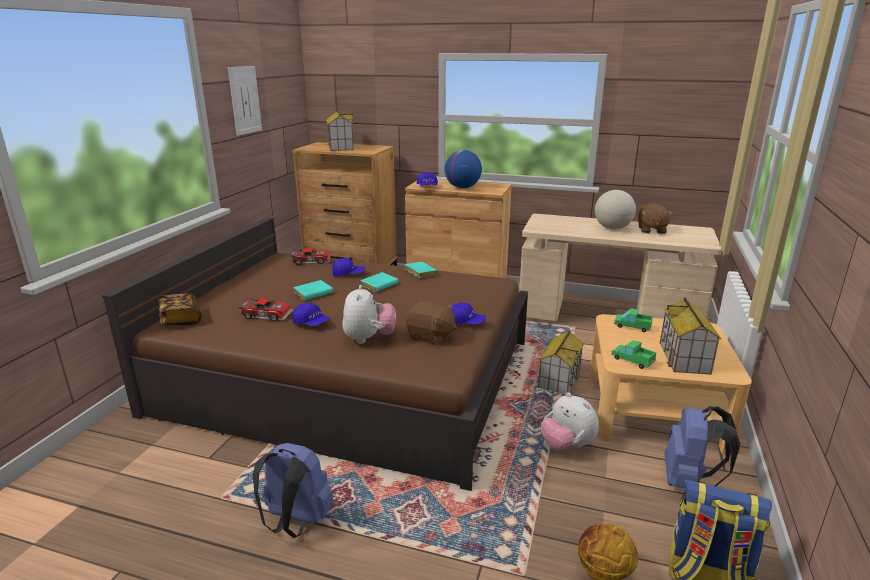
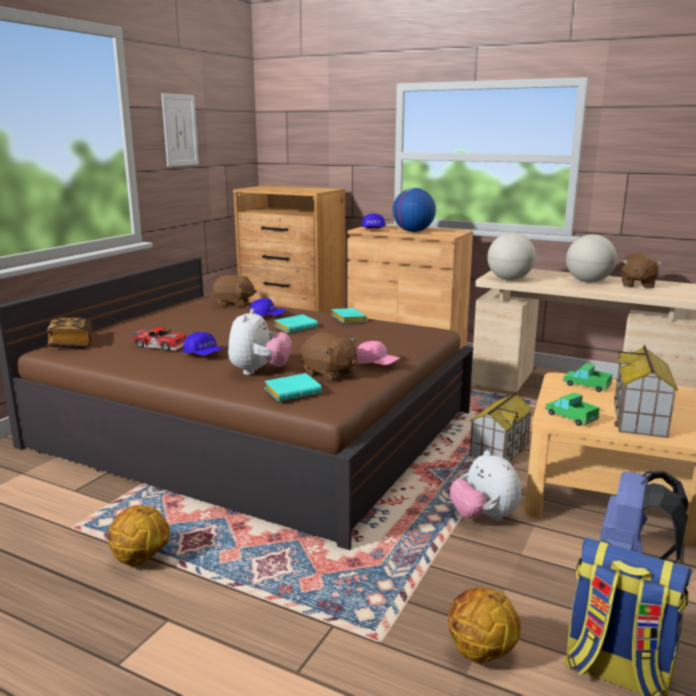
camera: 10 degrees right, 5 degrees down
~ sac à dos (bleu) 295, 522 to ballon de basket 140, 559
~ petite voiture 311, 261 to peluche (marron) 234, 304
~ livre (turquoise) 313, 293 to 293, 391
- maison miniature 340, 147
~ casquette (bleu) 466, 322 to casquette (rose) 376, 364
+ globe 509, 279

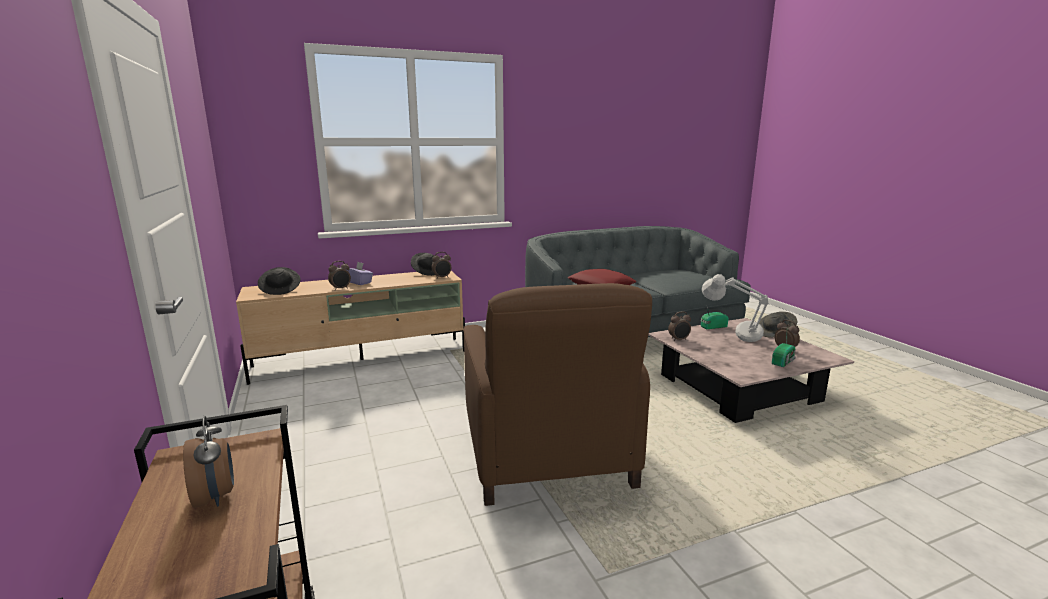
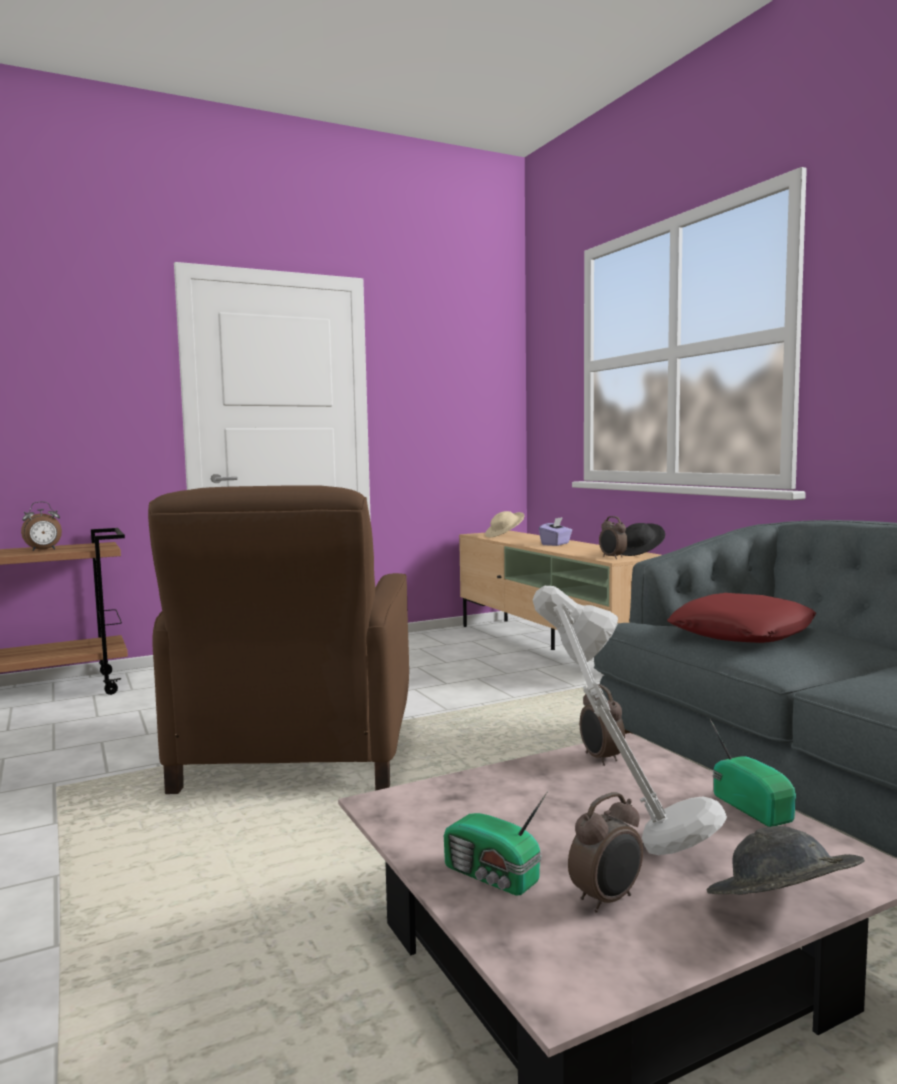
camera: 85 degrees right, 10 degrees down
~ chapeau (noir) 281, 290 to chapeau (beige) 504, 535
- réveil 341, 289
~ fauteuil (marron) 548, 456 = 296, 754 75 degrees counterclockwise

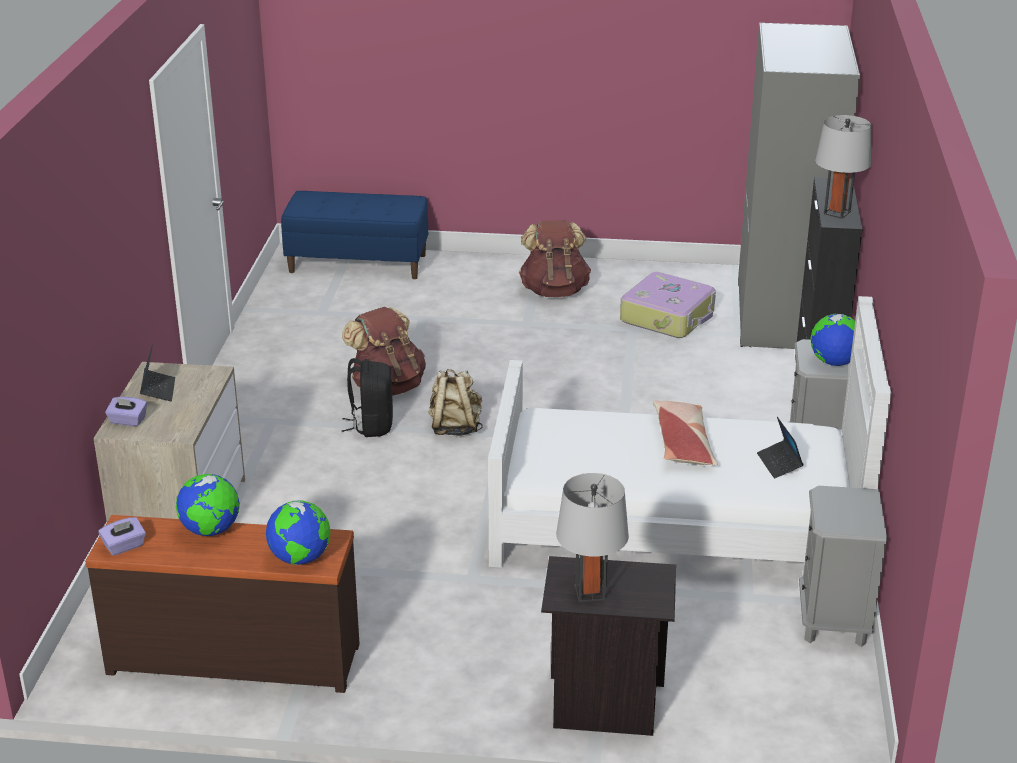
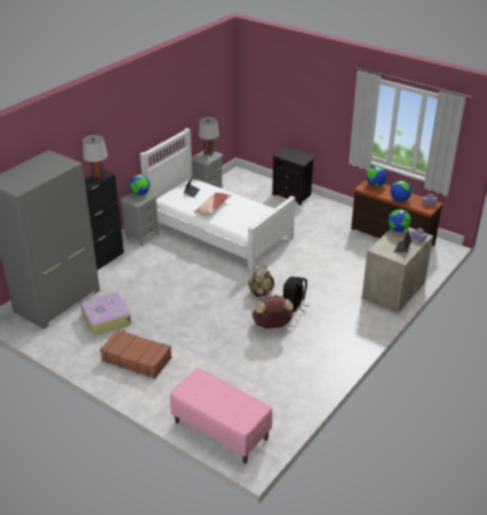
camera: 150 degrees left, 5 degrees up
~ banc (bleu) 358, 263 to banc (rose) 220, 430
~ sac à dos (marron) 554, 291 to valise (marron) 136, 359
~ lampe de table (gris) 590, 592 to 209, 153
+ globe 398, 230

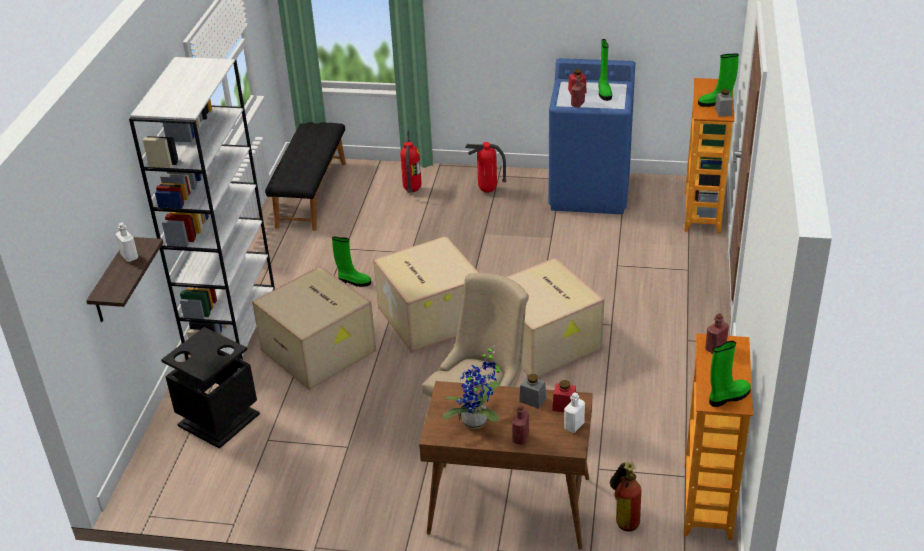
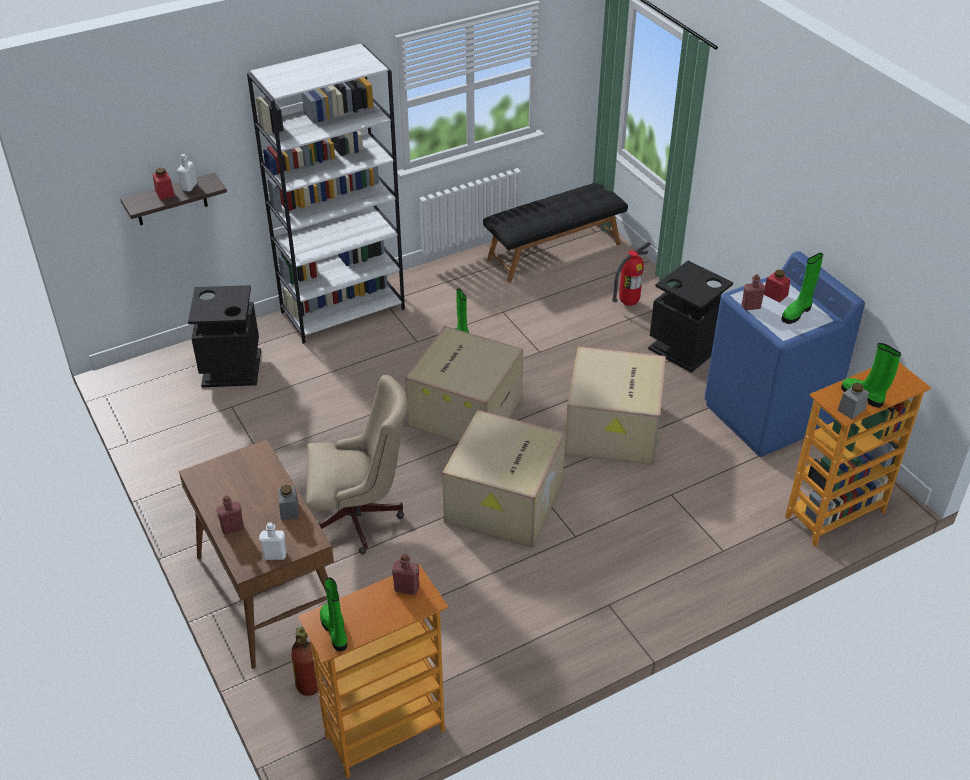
camera: 50 degrees right, 5 degrees up
~ carton 320, 350 to 614, 430
- plante en pot 477, 423
~ extincteur 487, 191 to poubelle (noir) 684, 348
~ bocal (rouge) 564, 406 to 165, 193
~ botte (vert) 728, 397 = 335, 631 135 degrees counterclockwise

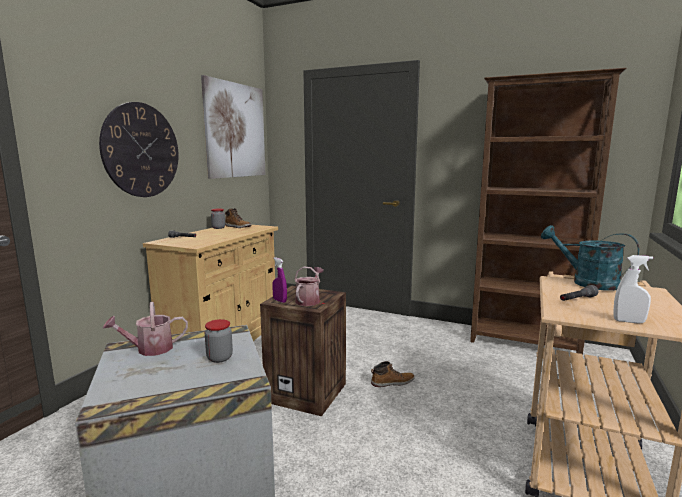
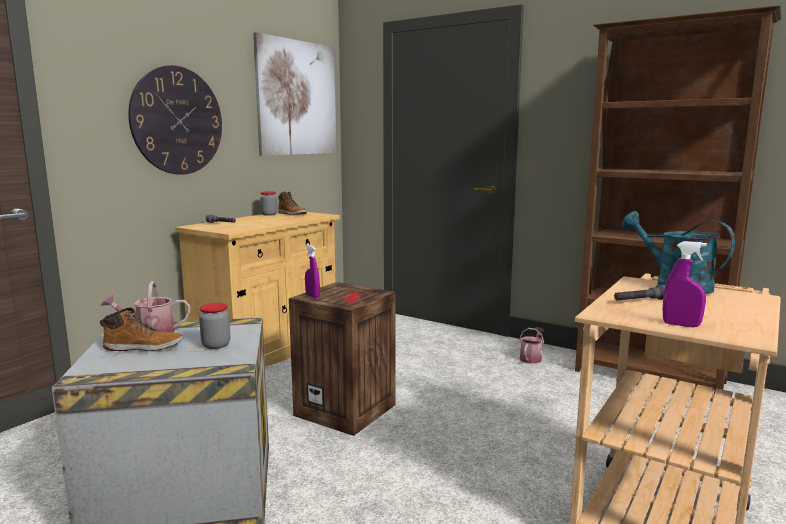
camera: 10 degrees right, 0 degrees up
~ arrosoir 309, 300 to 531, 358
~ botte 392, 382 to 144, 347
~ vaporisateur (blanc) 629, 321 to vaporisateur (violet) 681, 325

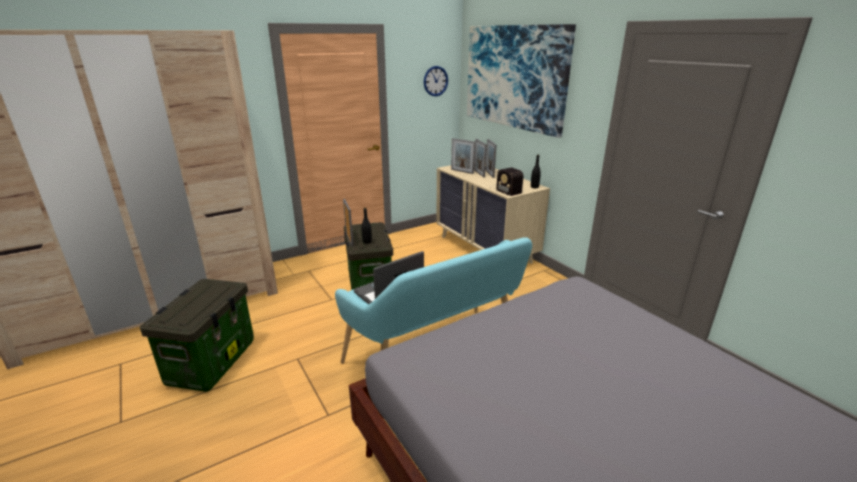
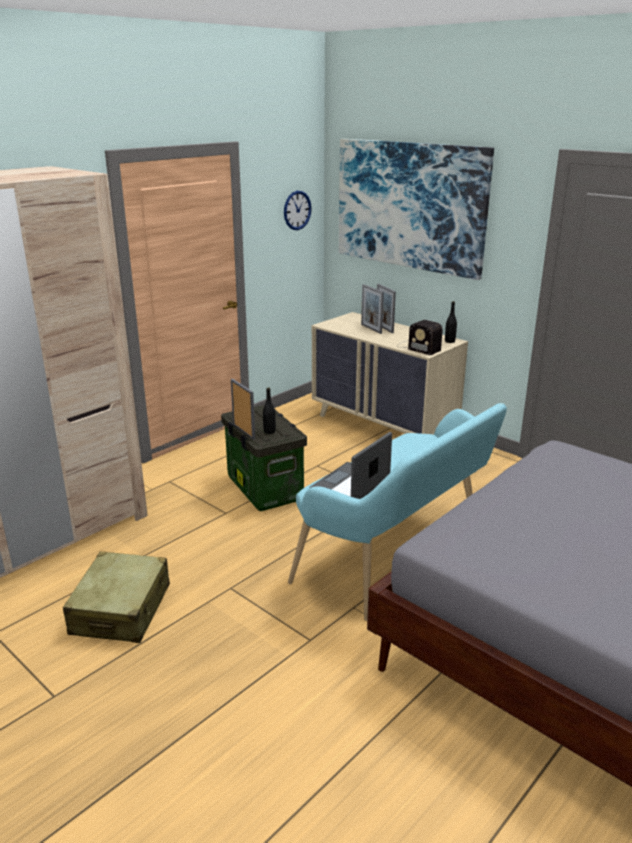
camera: 15 degrees left, 0 degrees up
~ boîte de rangement 212, 361 to valise (beige) 121, 609
- cadre photo 462, 171

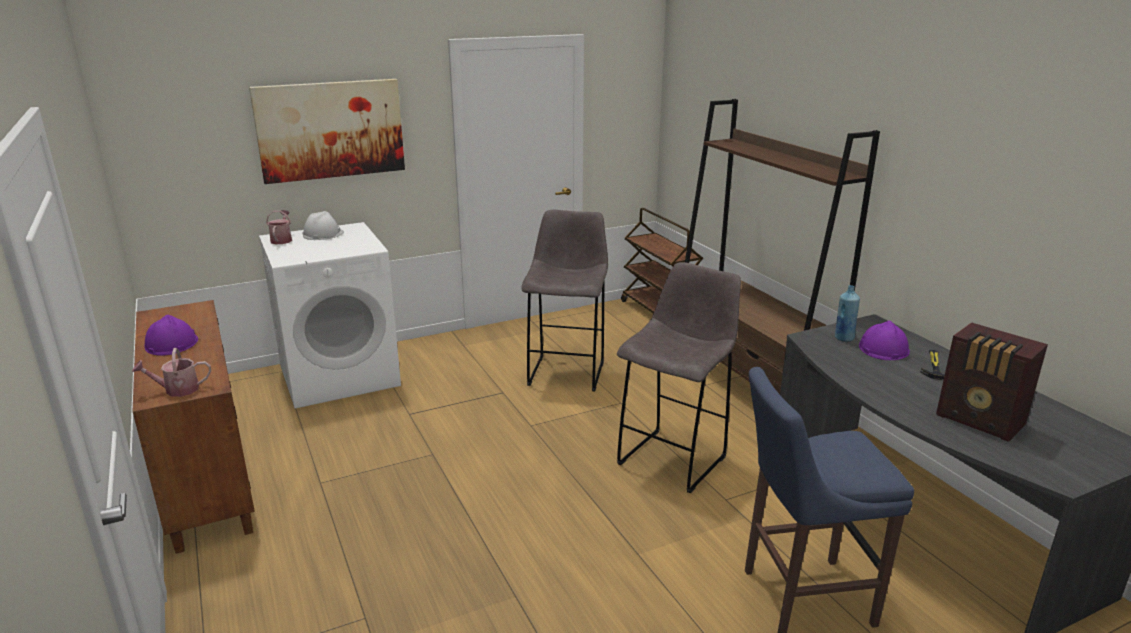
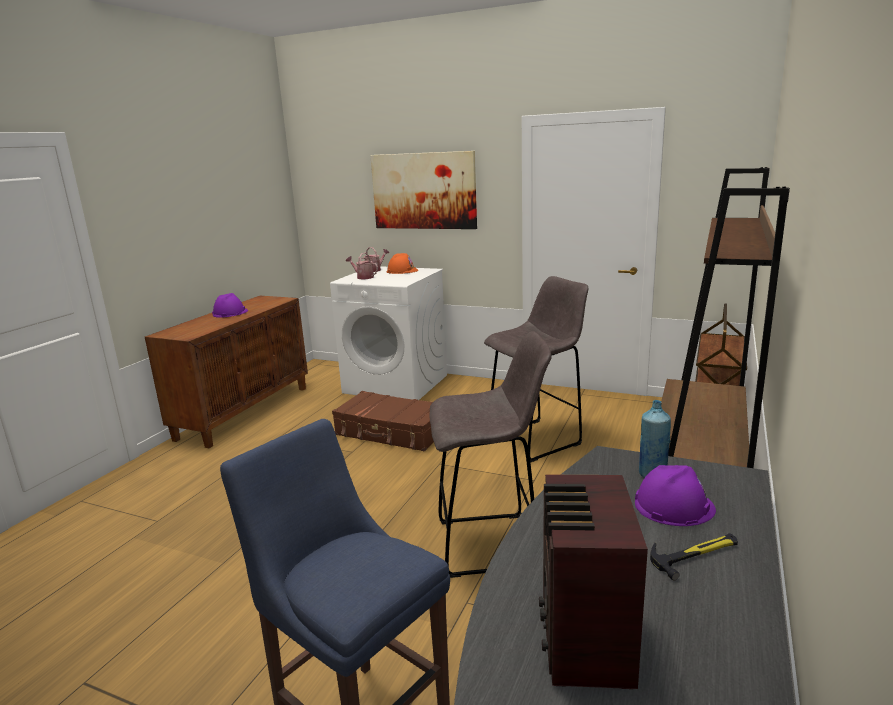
camera: 50 degrees right, 5 degrees down
~ arrosoir 177, 390 to 363, 277
~ casque de chantier (blanc) 323, 234 to casque de chantier (orange) 402, 271
+ valise (marron) 392, 432

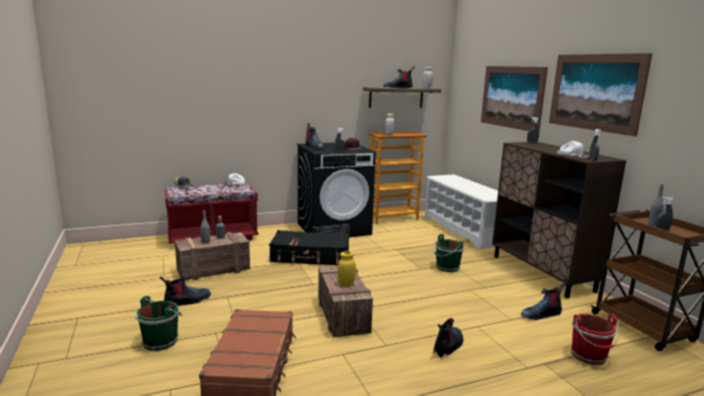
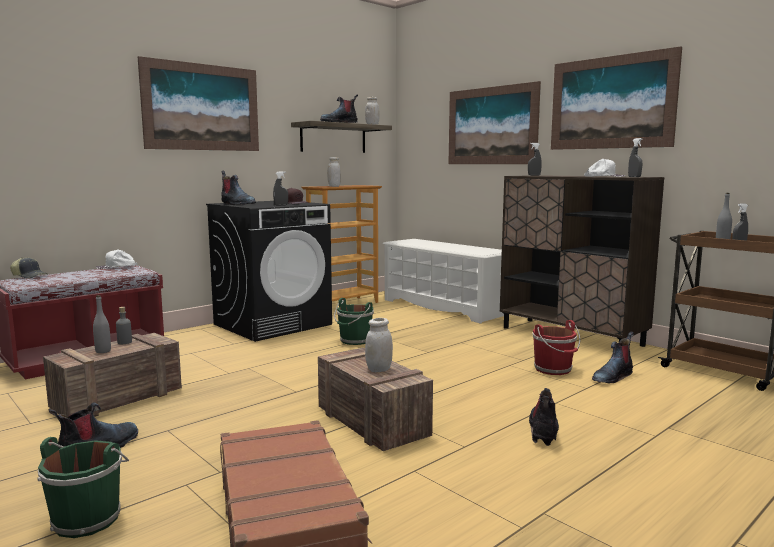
camera: 20 degrees left, 5 degrees down
- valise (noir) 310, 257
~ bocal (jaune) 346, 284 to bocal (blanc) 379, 369
~ seau (vert) 447, 267 to 354, 341
~ seau (rouge) 589, 356 to 554, 369
+ tableau 202, 107

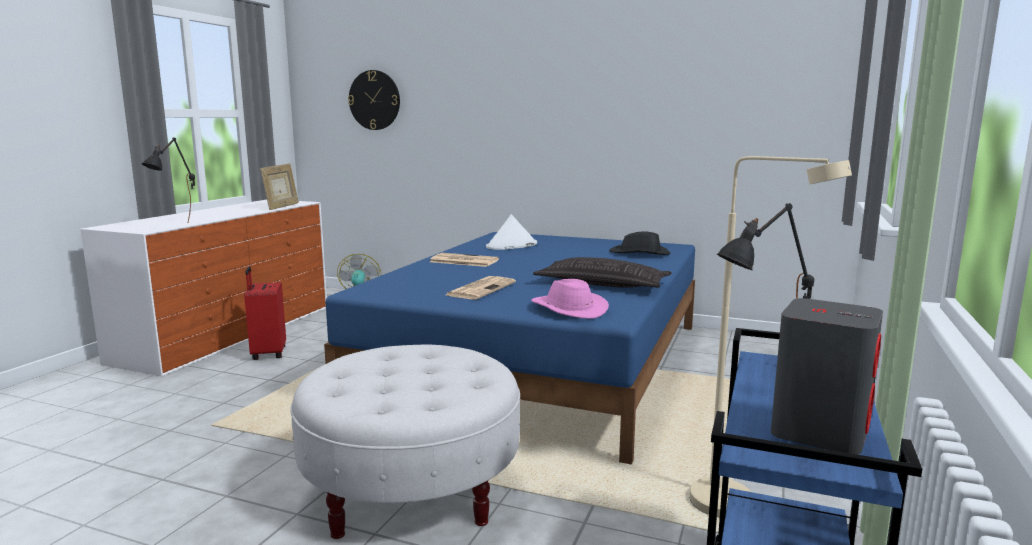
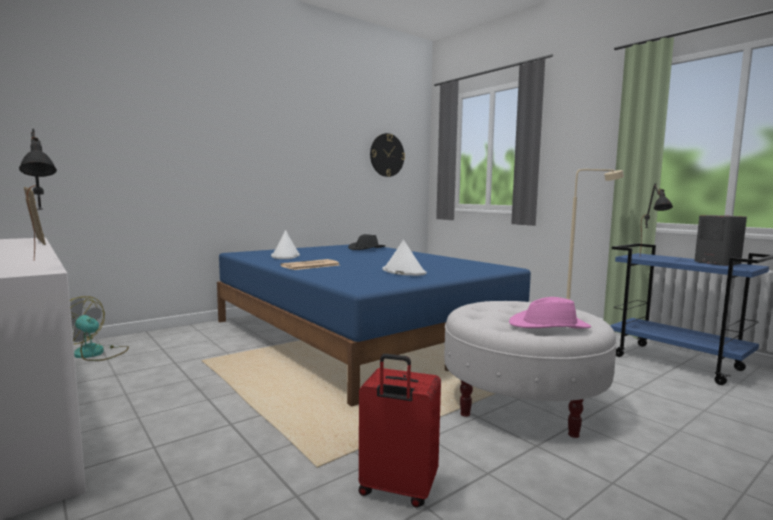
camera: 60 degrees left, 5 degrees down
~ valise (rouge) 267, 354 to 397, 490
~ horloge murale 374, 100 to 387, 155
~ journal 481, 289 to chapeau (blanc) 403, 272
~ chapeau (rose) 567, 309 to 549, 326
- coussin 602, 284

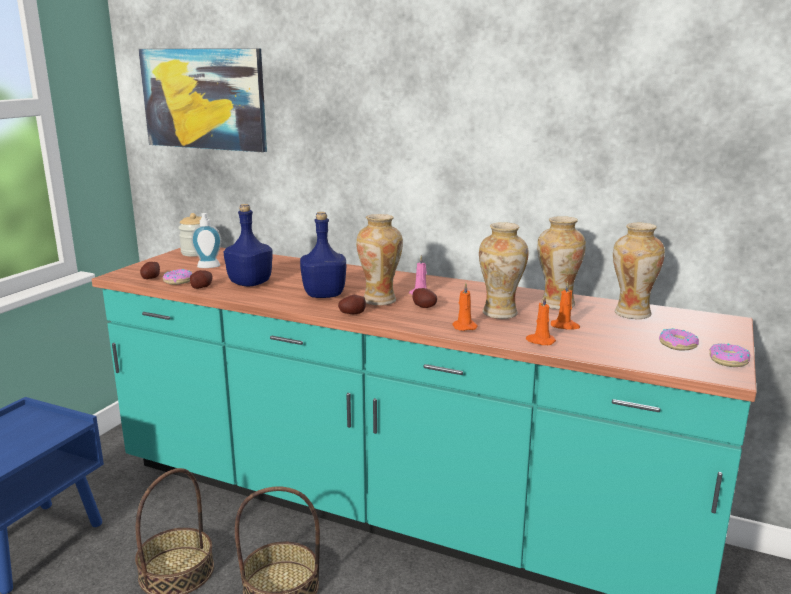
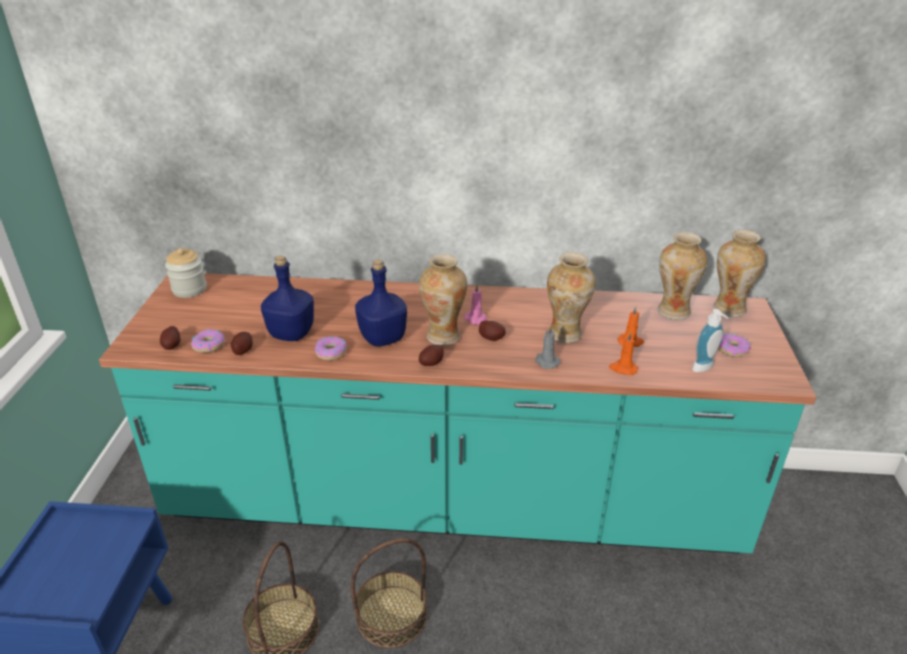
camera: 20 degrees left, 15 degrees up
- tableau 204, 99
~ distributeur de savon 208, 267 to 705, 368
~ bougie (orange) 463, 326 to bougie (gris) 546, 361
~ vase 556, 304 to 728, 309
~ beignet 728, 361 to 331, 352

